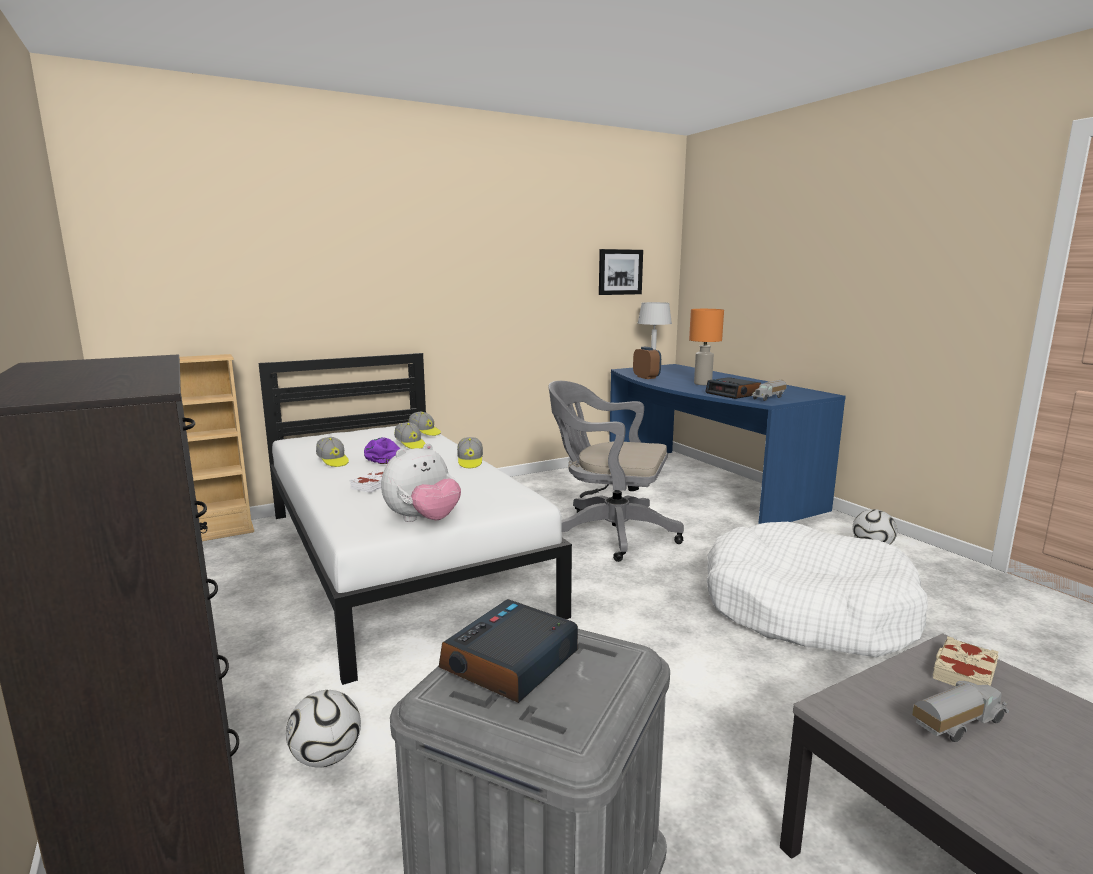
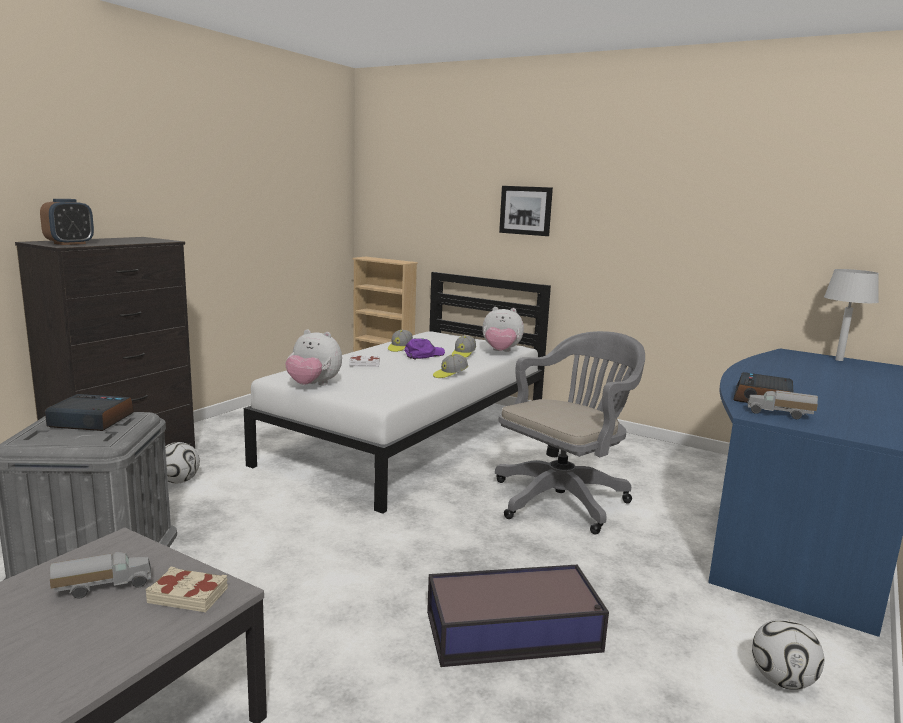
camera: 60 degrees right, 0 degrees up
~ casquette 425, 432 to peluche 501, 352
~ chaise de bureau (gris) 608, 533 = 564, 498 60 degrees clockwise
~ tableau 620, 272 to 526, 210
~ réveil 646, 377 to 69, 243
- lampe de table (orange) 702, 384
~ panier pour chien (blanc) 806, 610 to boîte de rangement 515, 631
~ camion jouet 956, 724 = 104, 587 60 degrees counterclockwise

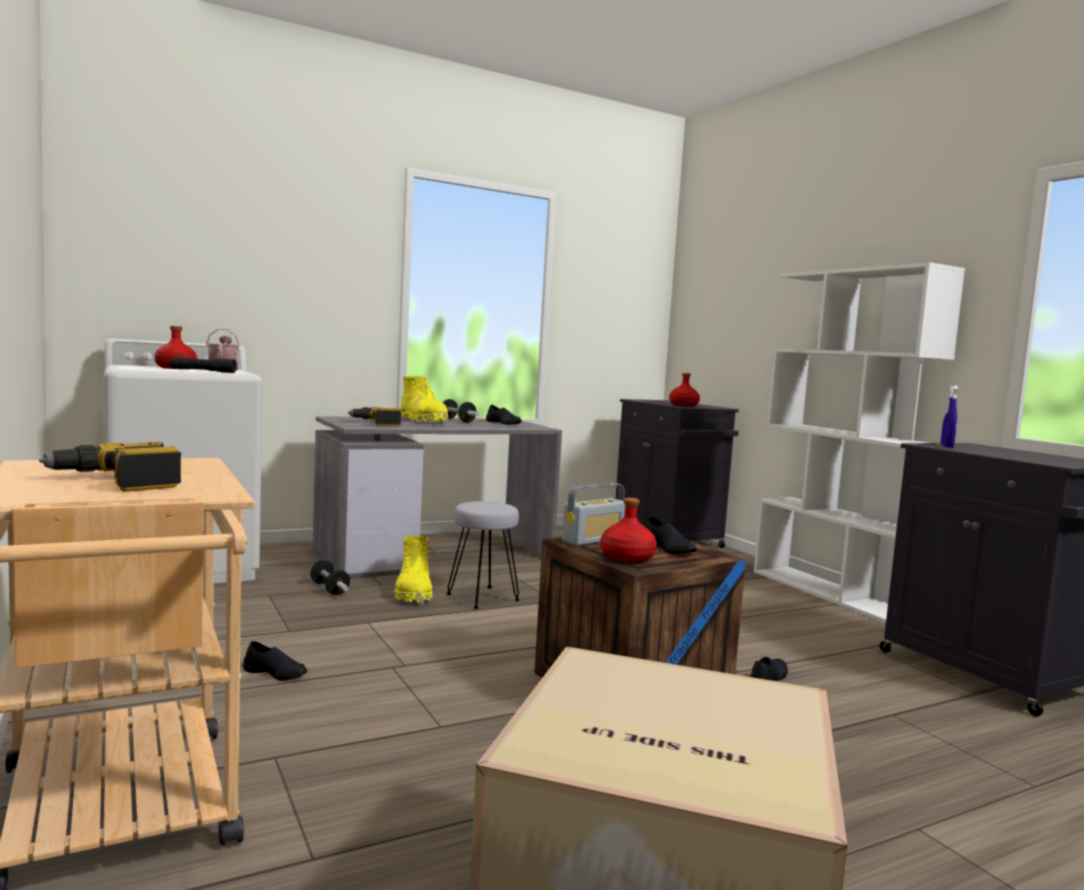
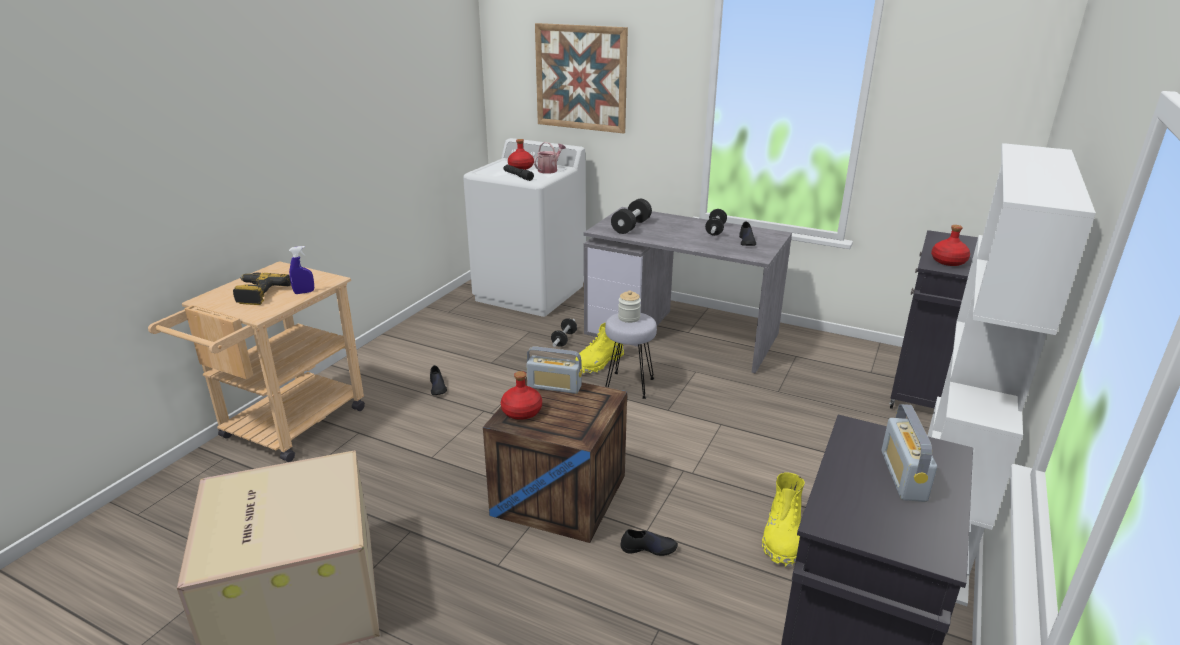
camera: 55 degrees right, 20 degrees up
~ perceuse 377, 423 to haltère (noir) 631, 226
~ botte (jaune) 422, 421 to 782, 538
- chaussure (noir) 668, 549
~ vaporisateur (bleu) 946, 446 to 304, 292
+ tableau 581, 78
+ bocal 629, 318
+ radio 903, 476

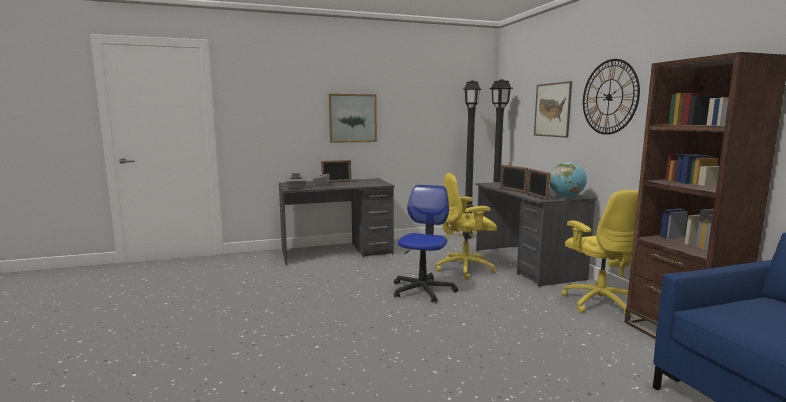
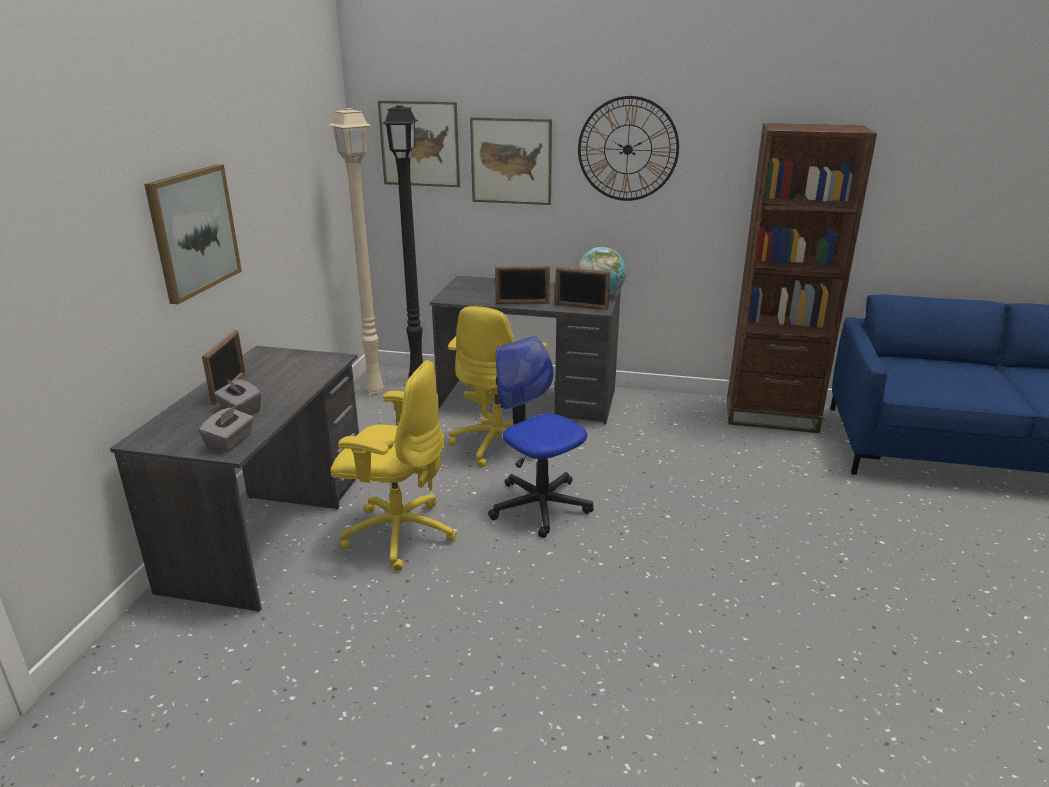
camera: 60 degrees left, 15 degrees up
~ lampadaire (noir) 468, 237 to lampadaire (beige) 375, 390
~ chaise de bureau (jaune) 599, 303 to 398, 533
+ tableau 419, 144

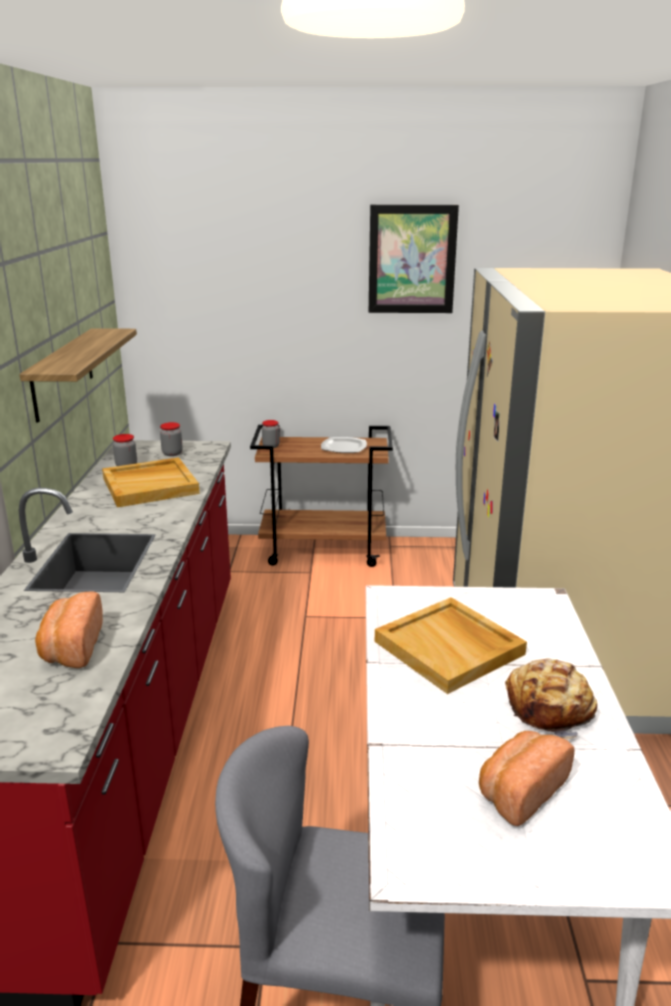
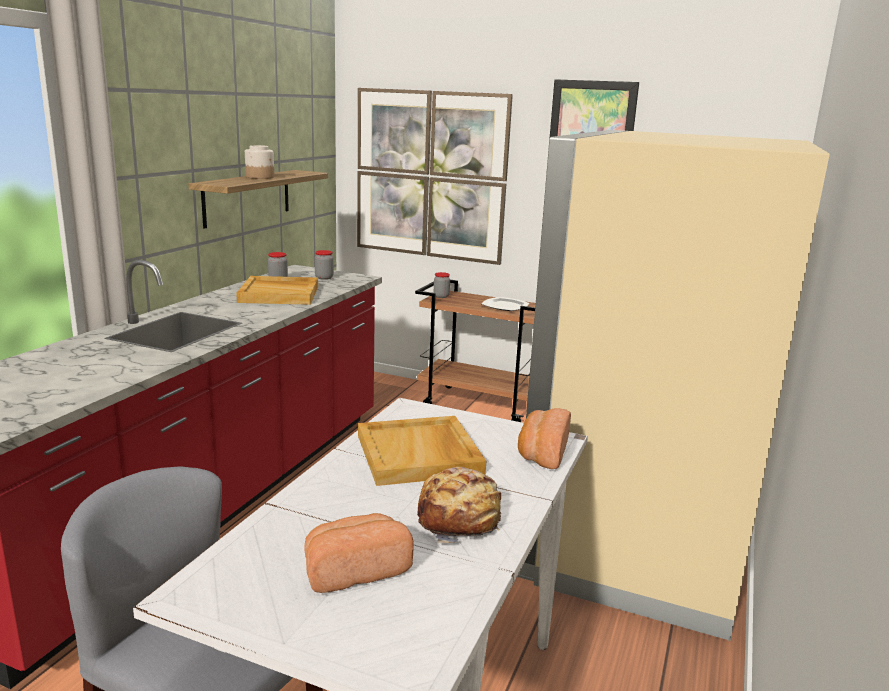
camera: 20 degrees right, 5 degrees down
~ pain 71, 648 to 541, 453
+ bocal 260, 177
+ tableau 430, 175

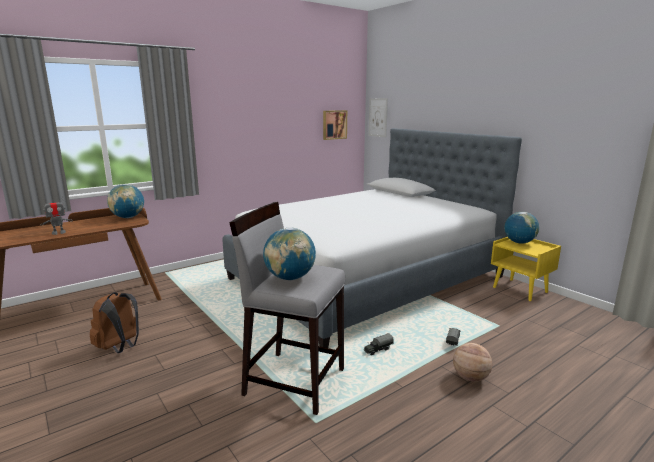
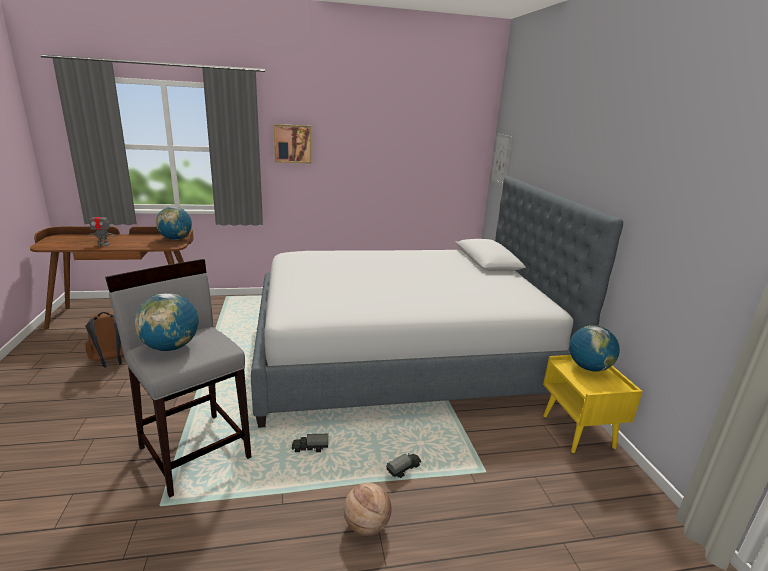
camera: 25 degrees right, 5 degrees up
~ tableau 334, 124 to 292, 143

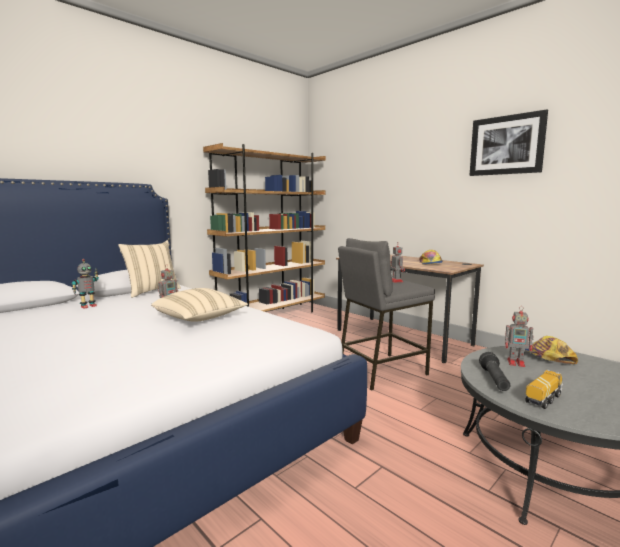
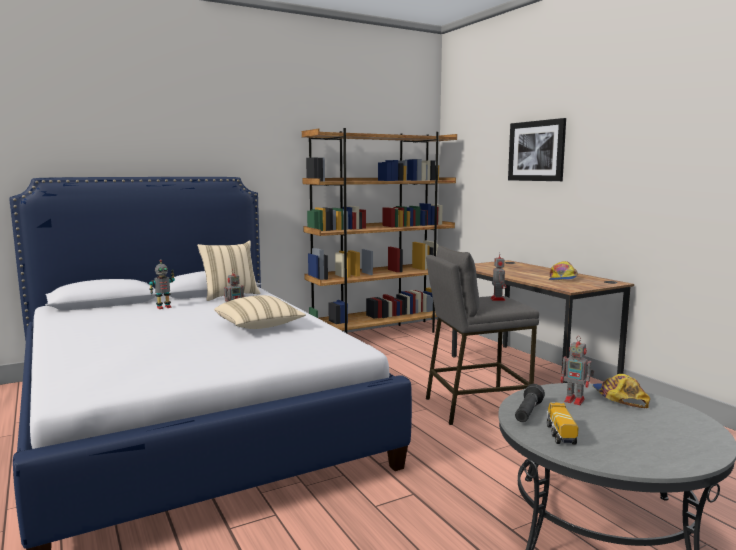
camera: 15 degrees right, 0 degrees up
~ tableau 506, 145 to 536, 151
~ camion jouet 543, 399 = 560, 434 60 degrees counterclockwise

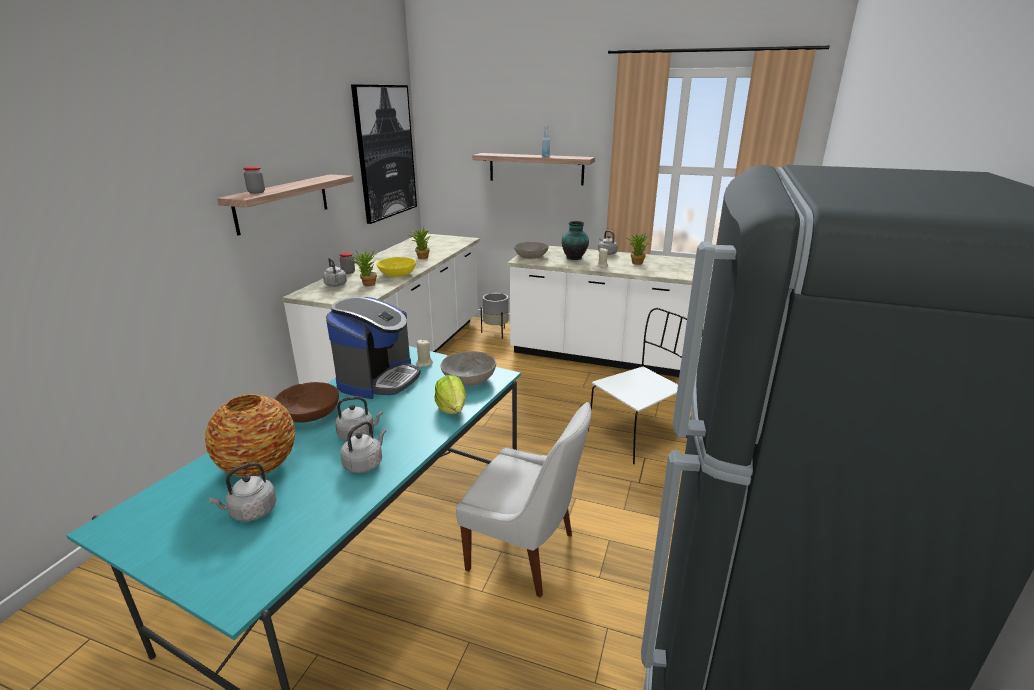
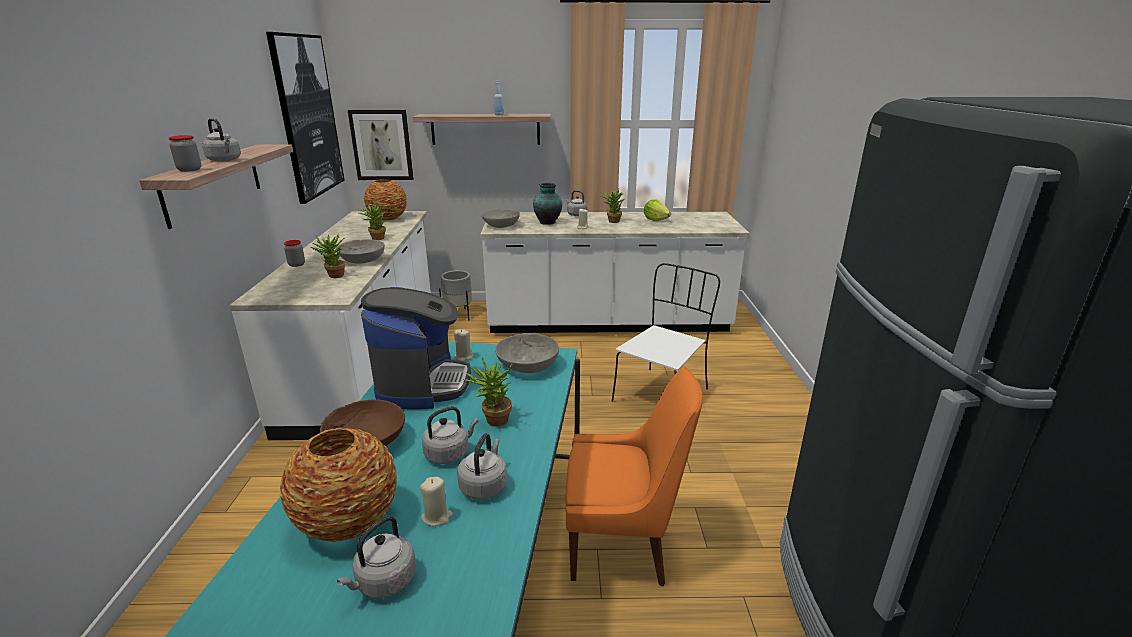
camera: 20 degrees left, 0 degrees up
~ bouilloire (gris) 336, 285 to 225, 160
~ bol (jaune) 397, 274 to bol (gris) 362, 260
~ laitue 452, 408 to 655, 220
~ chaise (blanc) 525, 553 to chaise (orange) 622, 543
+ tableau 382, 145
+ vase 388, 218
+ bougie (beige) 437, 517
+ plante en pot 492, 421

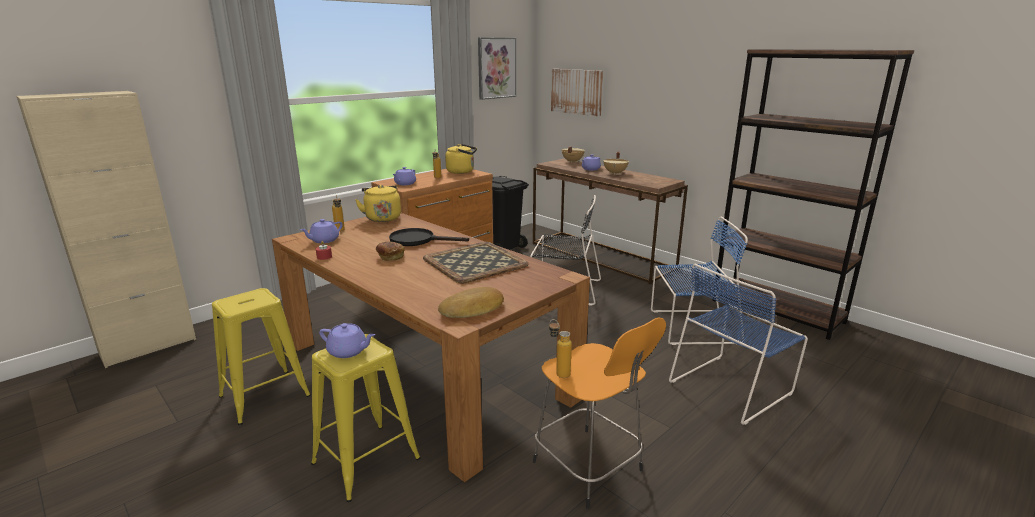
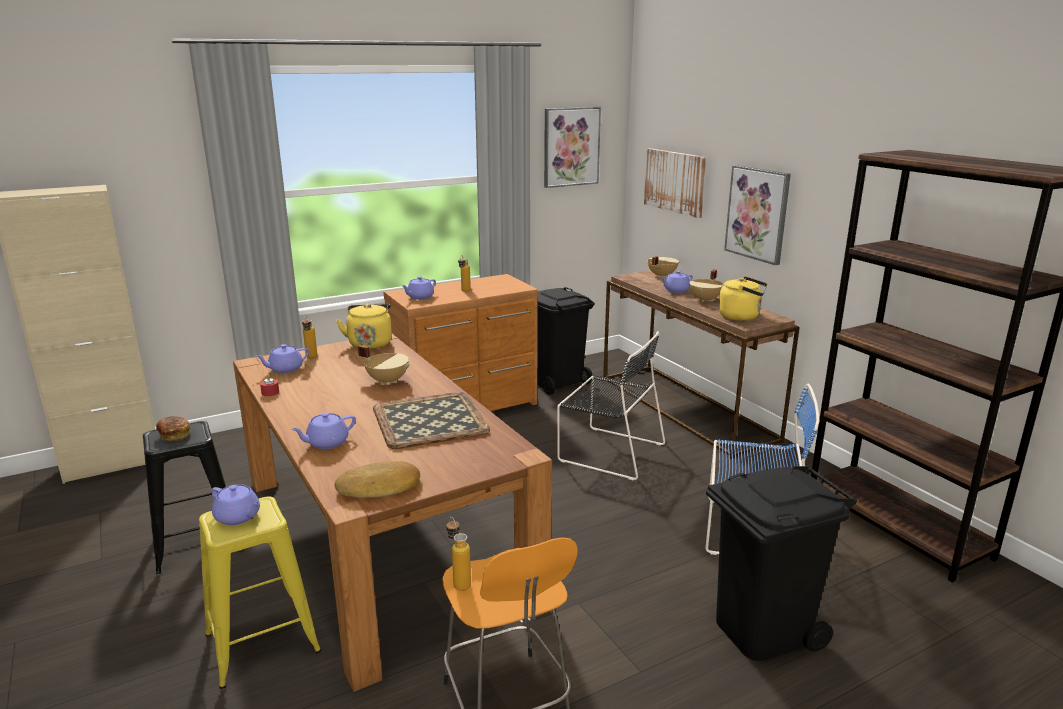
camera: 15 degrees right, 0 degrees up
~ tabouret (jaune) 265, 396 to tabouret (noir) 197, 543
~ pain 390, 257 to 174, 435
~ poêle (noir) 418, 240 to marmite (beige) 388, 380
~ bouilloire (jaune) 462, 171 to 741, 316
~ chaise (bleu) 732, 386 to poubelle (noir) 761, 629
+ théière (violet) 326, 443
+ tableau 757, 213

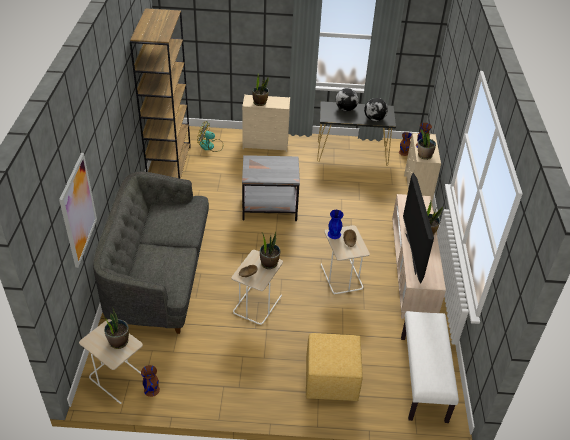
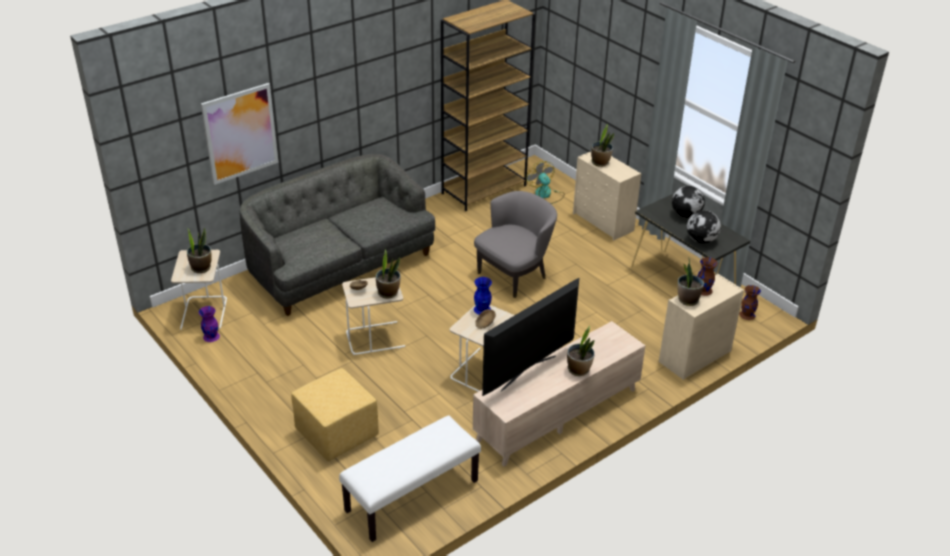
camera: 50 degrees right, 5 degrees down
~ vase (marron) 151, 389 to vase (violet) 211, 336
~ table d'appoint (gris) 269, 207 to fauteuil (gris) 514, 275

